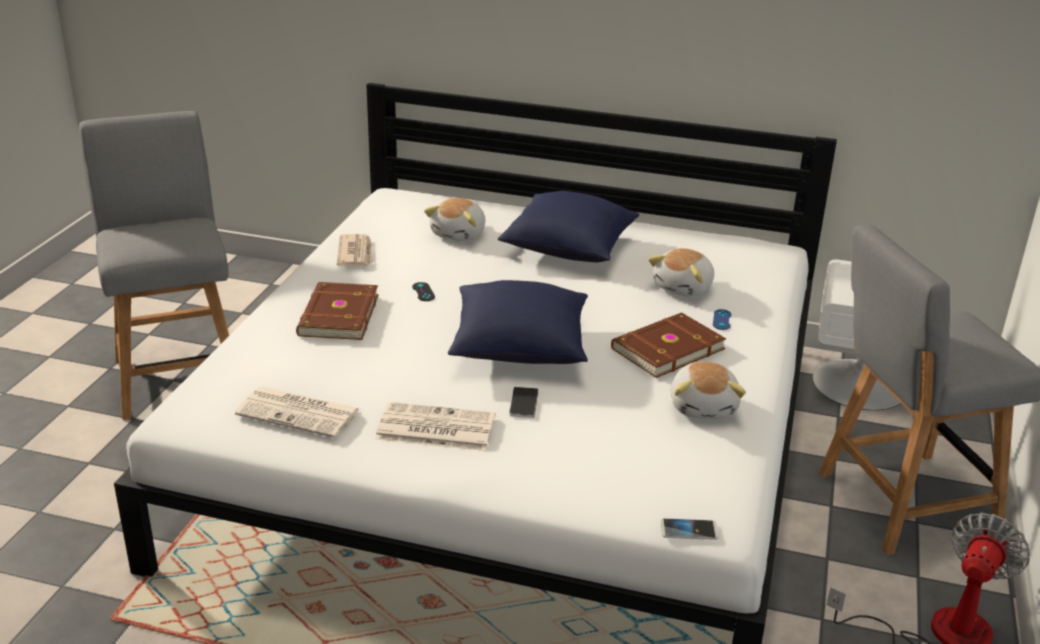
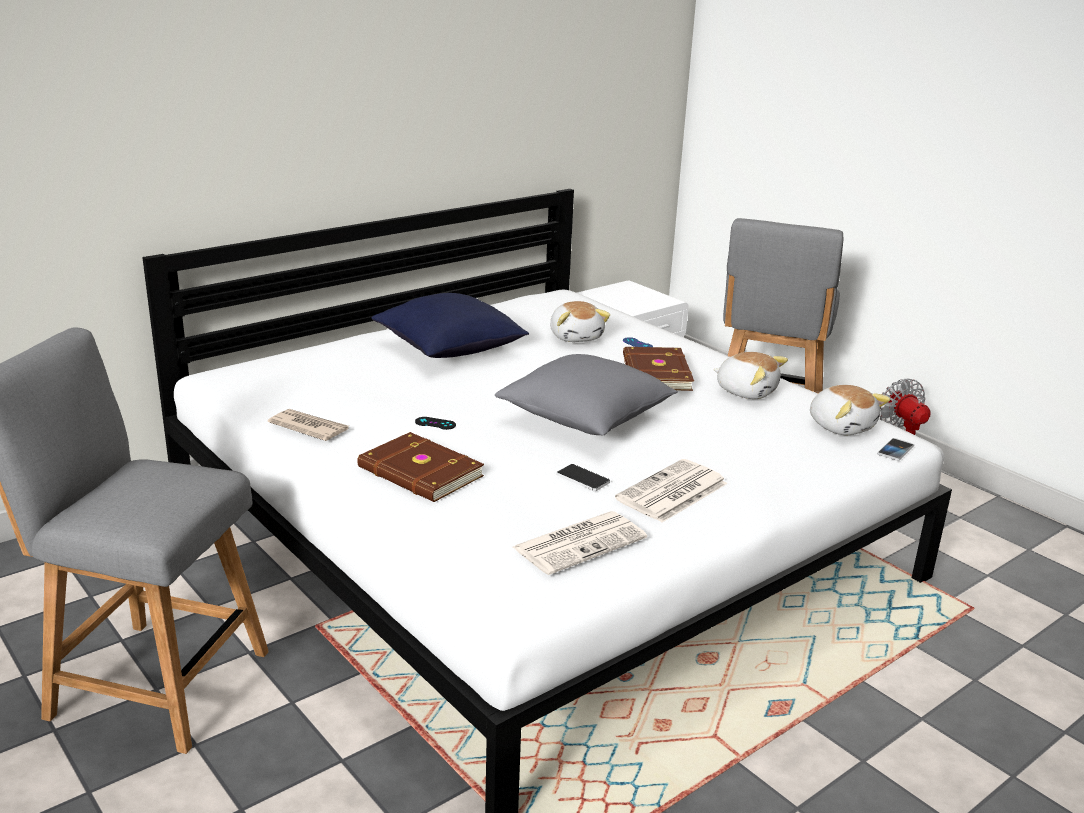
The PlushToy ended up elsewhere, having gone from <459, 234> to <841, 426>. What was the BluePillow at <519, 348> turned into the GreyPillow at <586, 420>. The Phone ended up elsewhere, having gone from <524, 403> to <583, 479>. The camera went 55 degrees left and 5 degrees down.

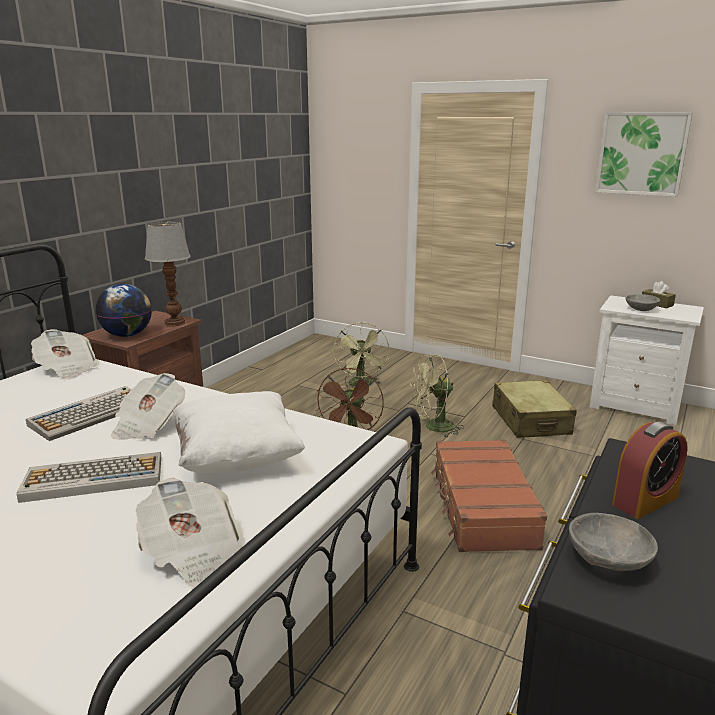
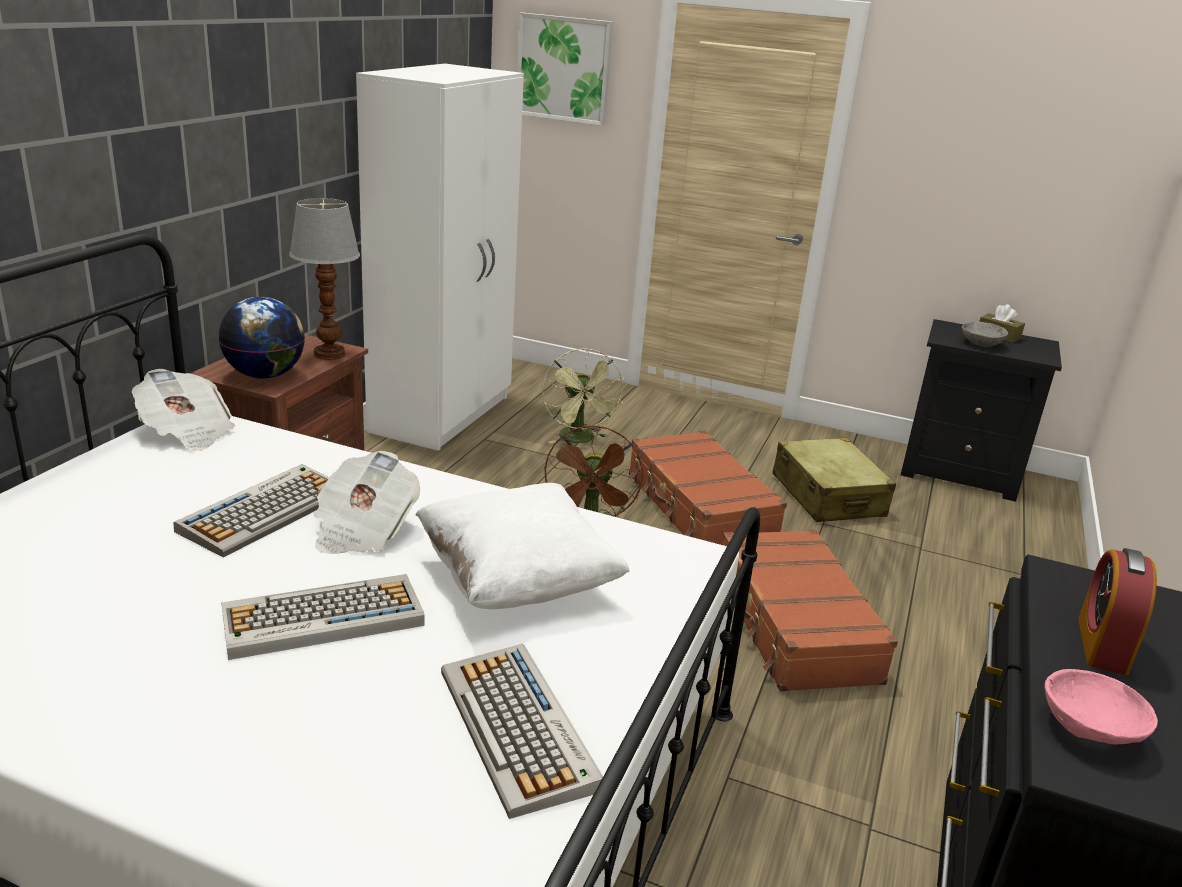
The Picture ended up elsewhere, having gone from <641, 153> to <564, 69>. What was the WhiteNightstand at <636, 406> turned into the BlackNightstand at <960, 473>. Where the GreenFan stood at <433, 428>, the BrownSuitcase came to stand at <699, 507>. The AlarmClock at <645, 501> ended up facing another way, 150 degrees clockwise from before. Where the Newspaper stood at <192, 553>, the Keyboard came to stand at <519, 729>. What was the GreyBowl at <609, 562> turned into the PinkBowl at <1091, 731>. The second view gained the WhiteWardrobe at <443, 414>. The camera went 10 degrees left and 5 degrees up.

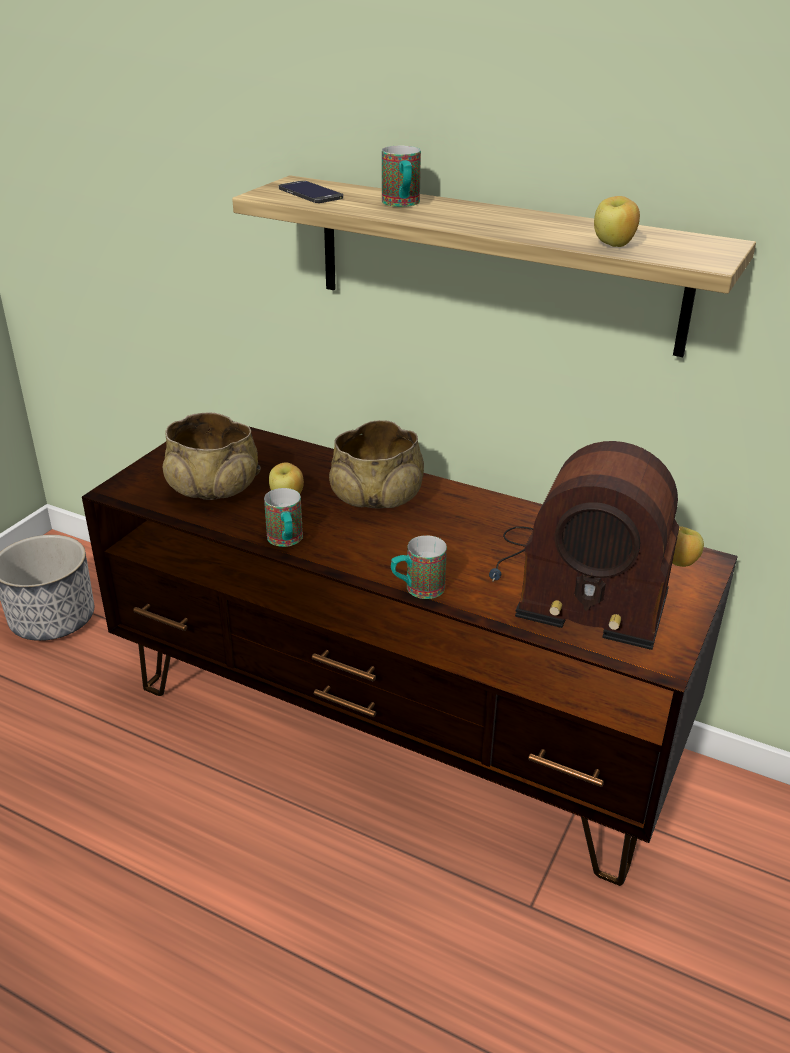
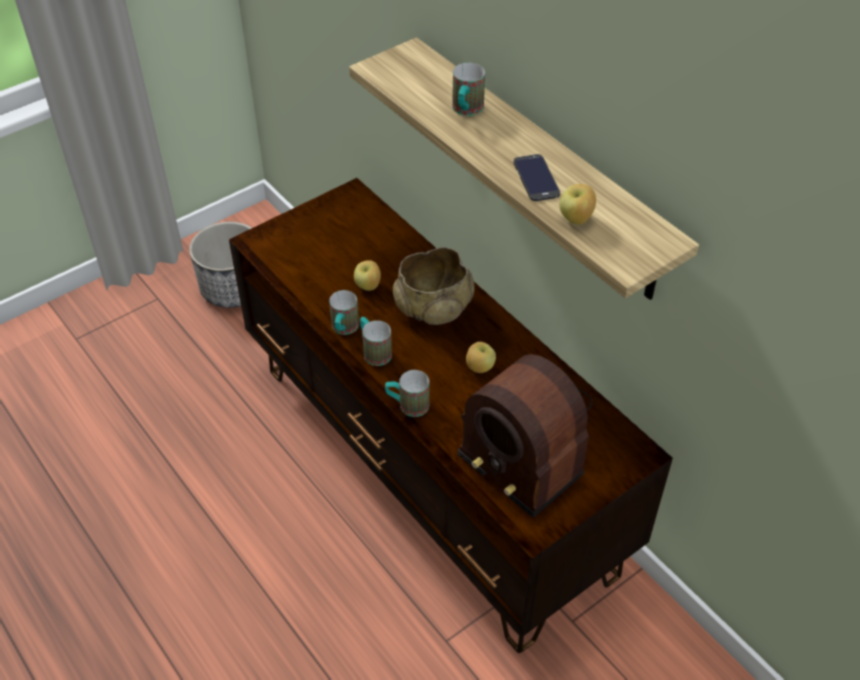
The Phone ended up elsewhere, having gone from <310, 193> to <536, 178>. The second view lost the BeigeBowl at <213, 488>. The Apple ended up elsewhere, having gone from <679, 563> to <479, 368>. The second view gained the Mug at <374, 351>. The camera went 25 degrees right and 15 degrees up.

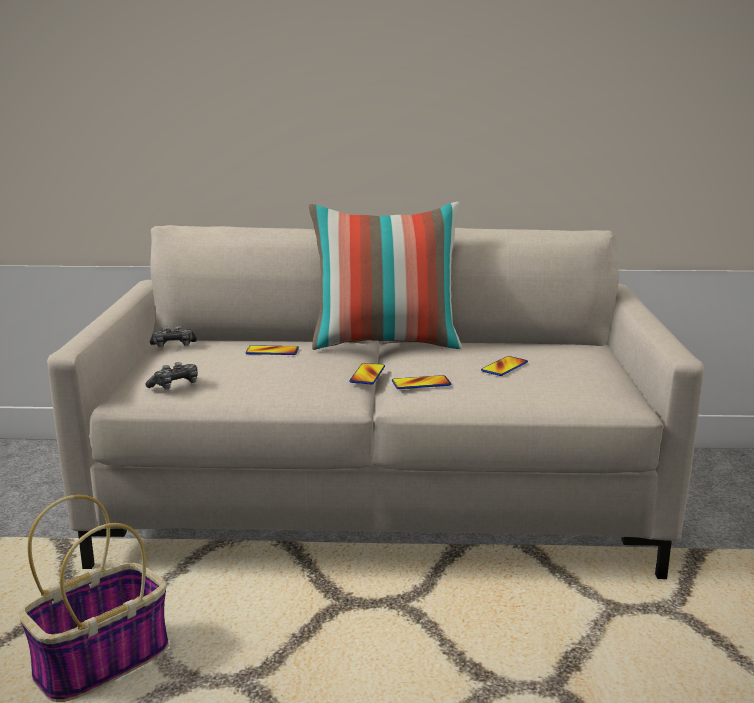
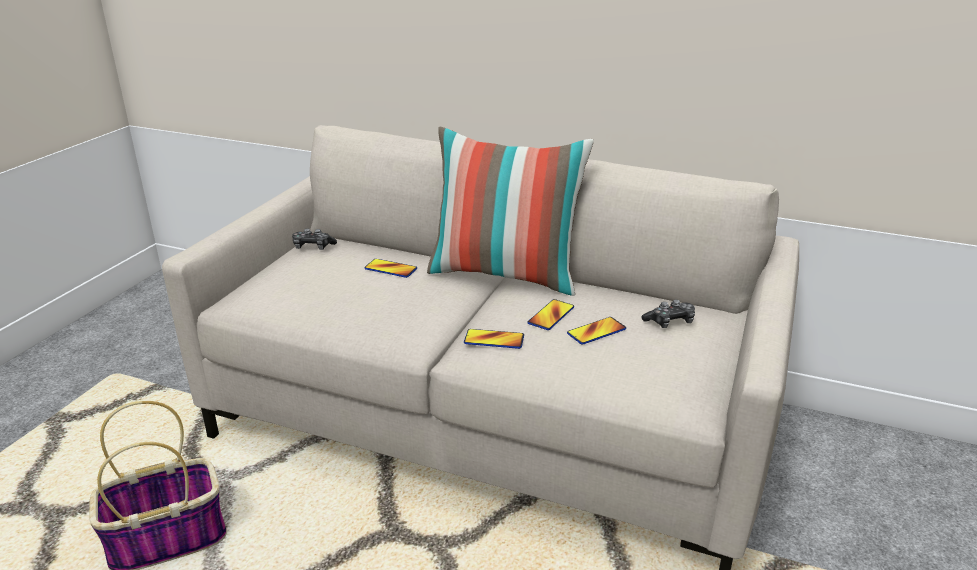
The GameController ended up elsewhere, having gone from <175, 385> to <670, 322>. The Phone ended up elsewhere, having gone from <367, 375> to <551, 316>. The camera went 20 degrees right and 10 degrees up.

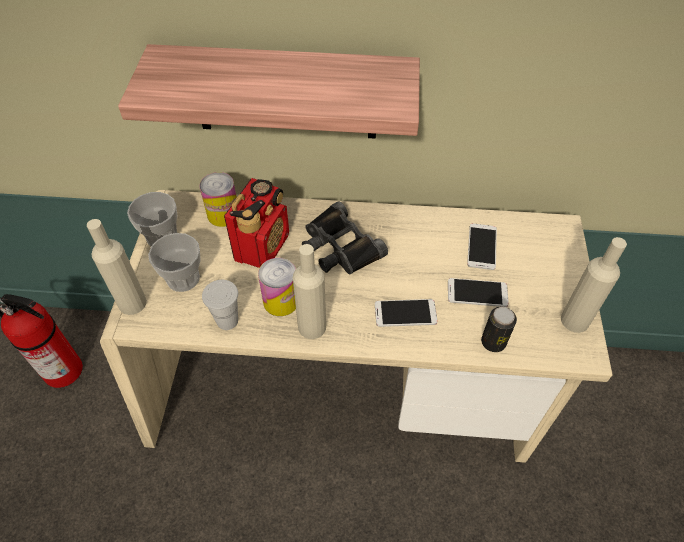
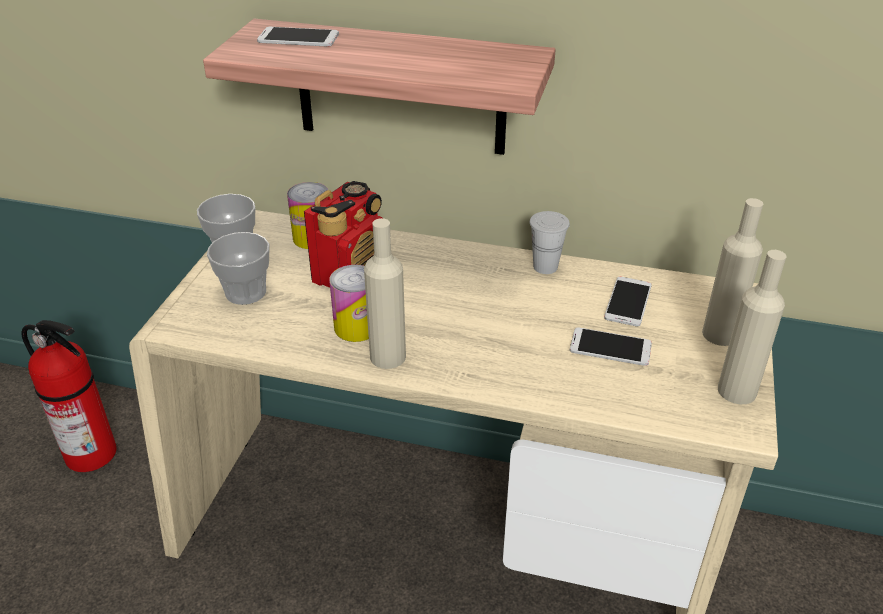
The second view lost the BlackBinoculars at <339, 247>. The BeigeBottle ended up elsewhere, having gone from <132, 303> to <720, 334>. The WhiteCup ended up elsewhere, having gone from <227, 321> to <545, 267>. The Phone ended up elsewhere, having gone from <405, 313> to <298, 38>. The second view lost the Can at <493, 342>. The camera went 10 degrees right and 15 degrees down.

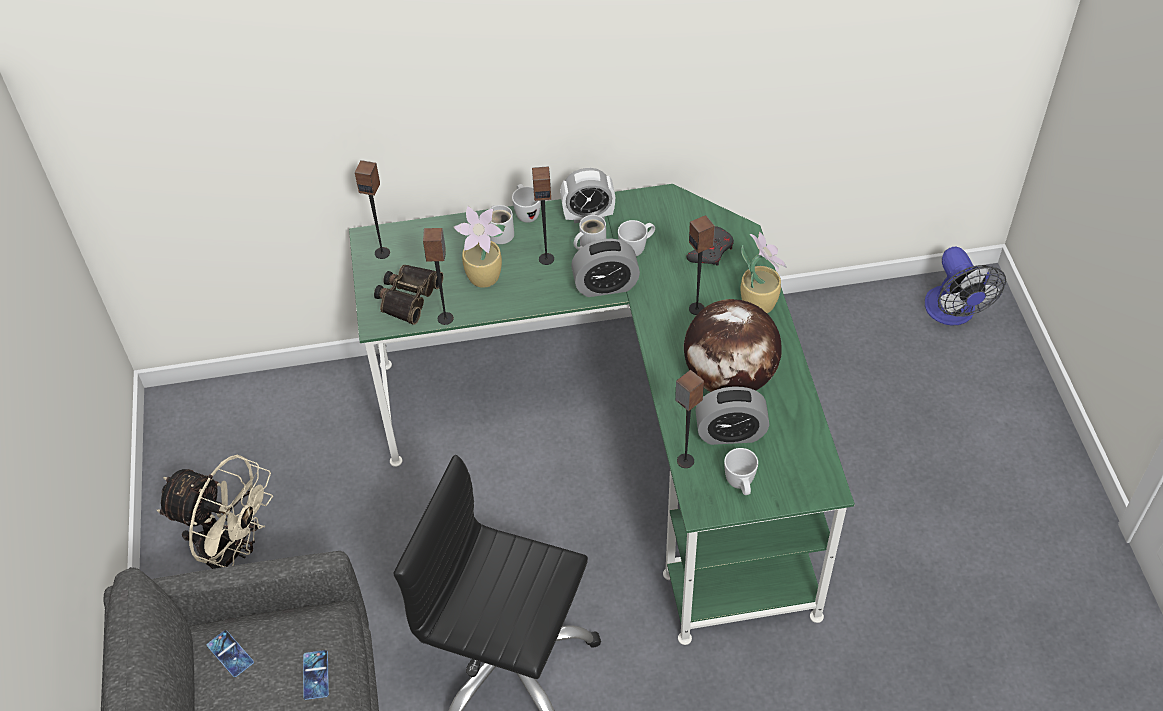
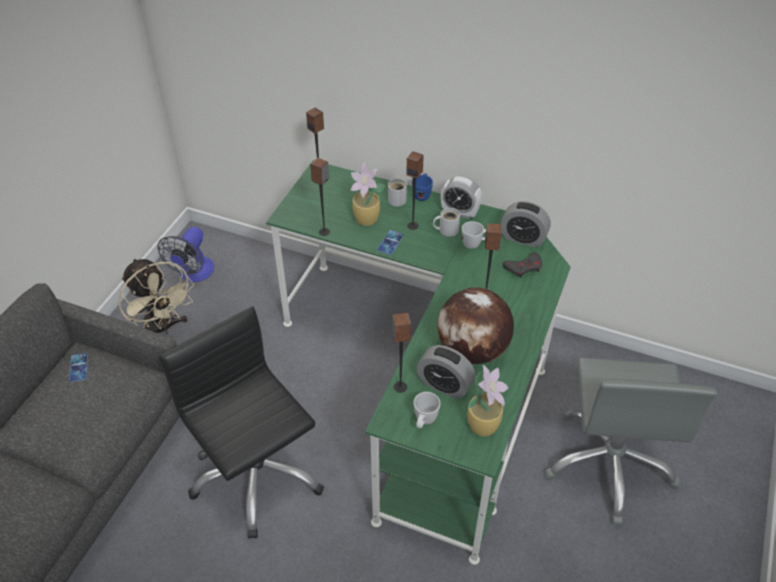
What was the WhiteMug at <526, 213> turned into the BlueMug at <422, 195>. The PottedPlant ended up elsewhere, having gone from <758, 303> to <484, 425>. The AlarmClock ended up elsewhere, having gone from <605, 286> to <523, 238>. The Fan ended up elsewhere, having gone from <953, 313> to <193, 274>. The second view lost the Binoculars at <407, 296>. The Phone ended up elsewhere, having gone from <316, 675> to <390, 242>. The second view gained the GreyOfficeChair at <610, 464>. The camera went 30 degrees right and 5 degrees down.

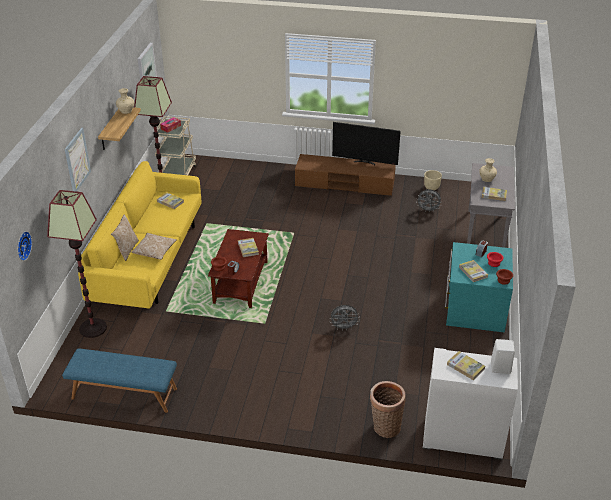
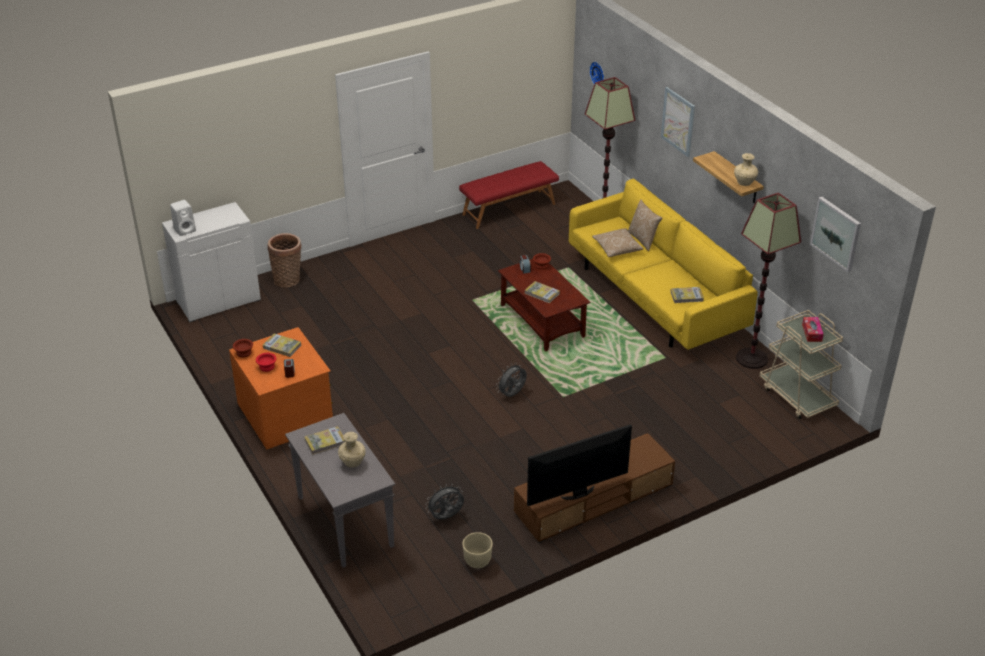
What was the TurquoiseDresser at <474, 308> turned into the OrangeDresser at <286, 414>. The GreyFan ended up elsewhere, having gone from <344, 327> to <512, 395>. What was the BlueBench at <124, 394> turned into the RedBench at <508, 209>. The second view lost the Book at <465, 366>. The camera went 140 degrees right and 0 degrees up.

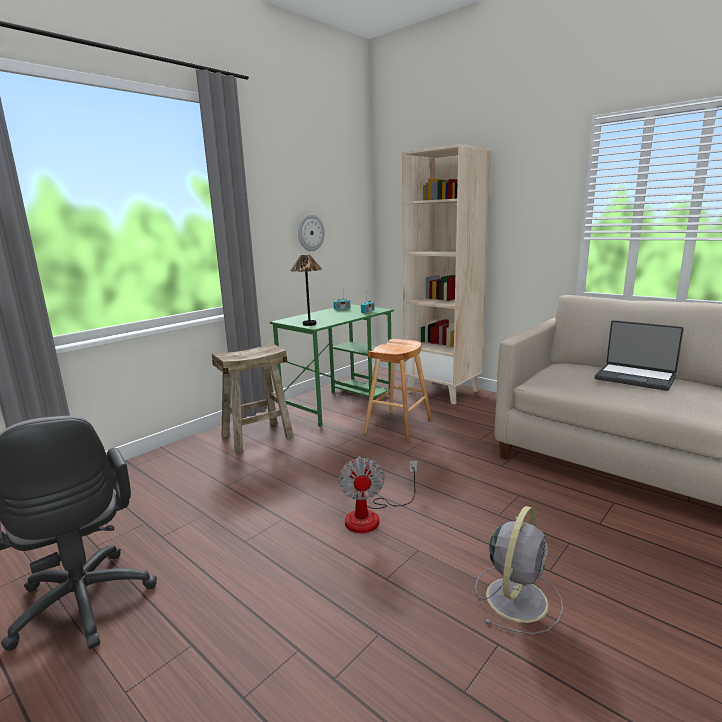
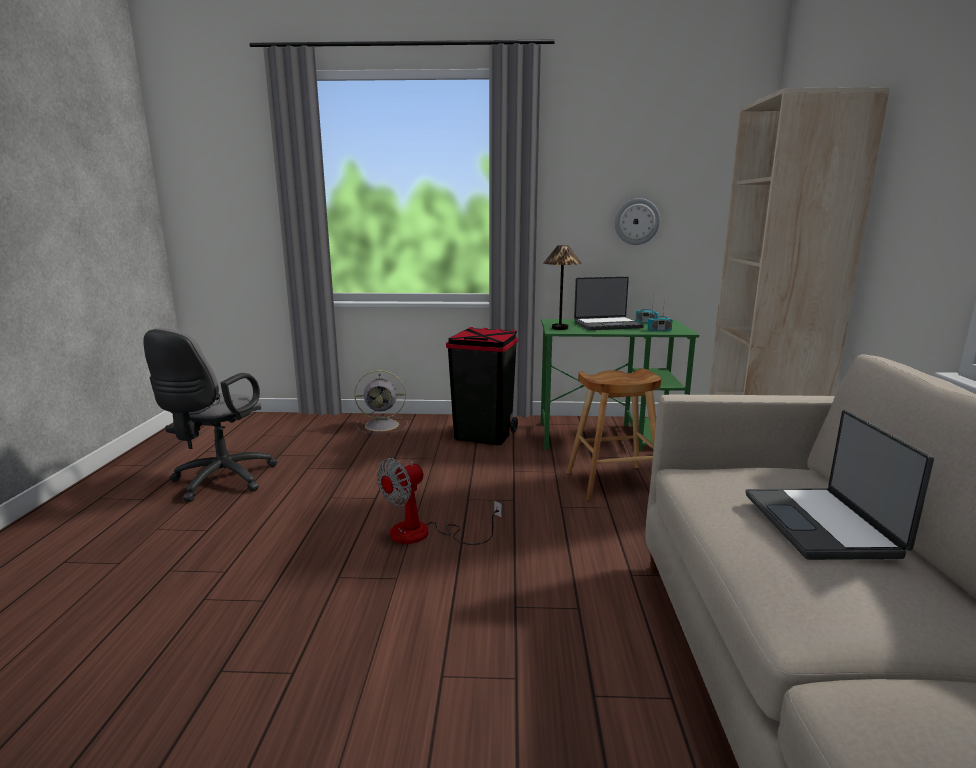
Where the BeigeStool stood at <257, 437>, the BlackTrashCan came to stand at <483, 435>. The GreyFan ended up elsewhere, having gone from <517, 597> to <383, 425>. The second view gained the Laptop at <607, 325>. The camera went 50 degrees right and 0 degrees up.

